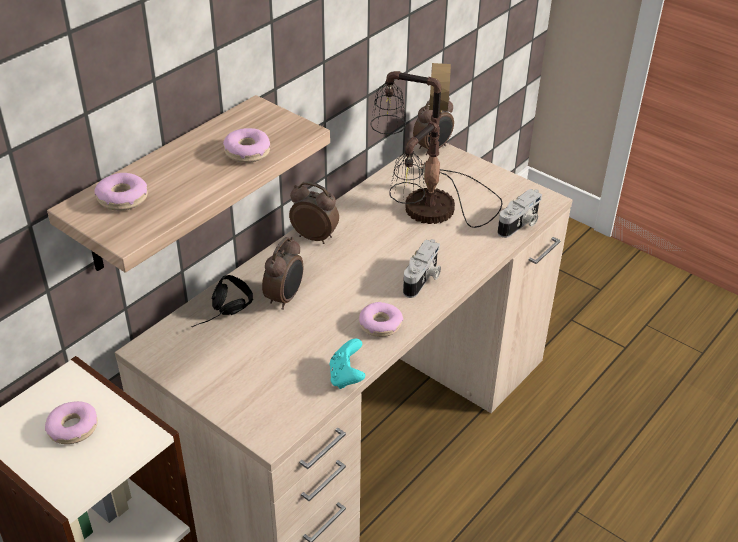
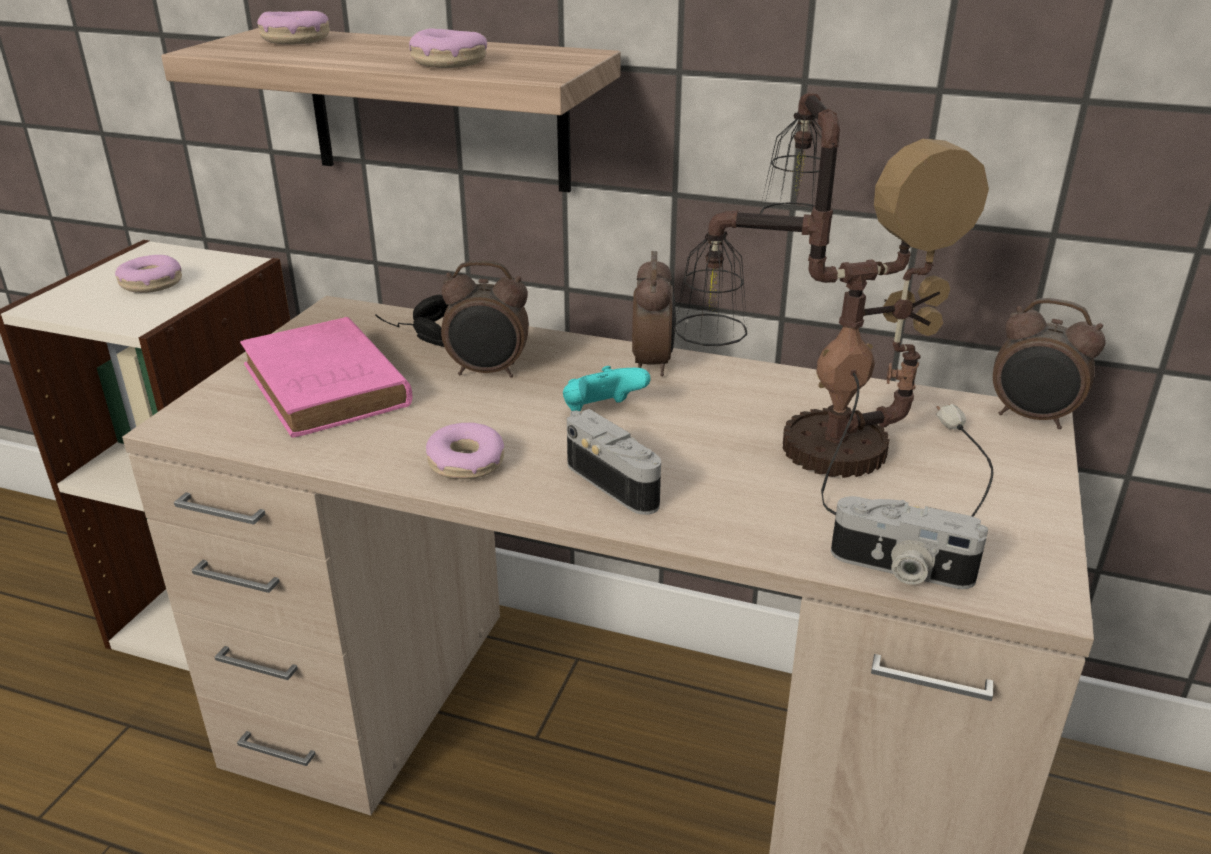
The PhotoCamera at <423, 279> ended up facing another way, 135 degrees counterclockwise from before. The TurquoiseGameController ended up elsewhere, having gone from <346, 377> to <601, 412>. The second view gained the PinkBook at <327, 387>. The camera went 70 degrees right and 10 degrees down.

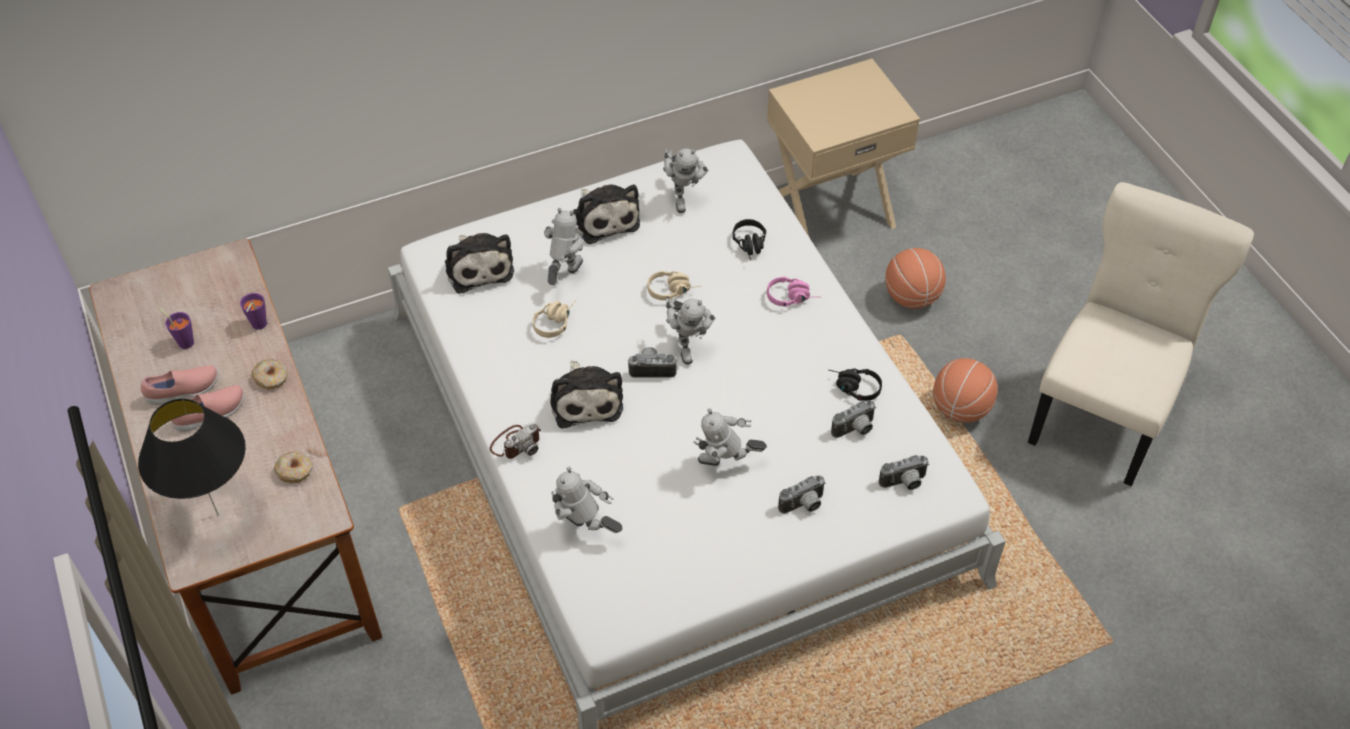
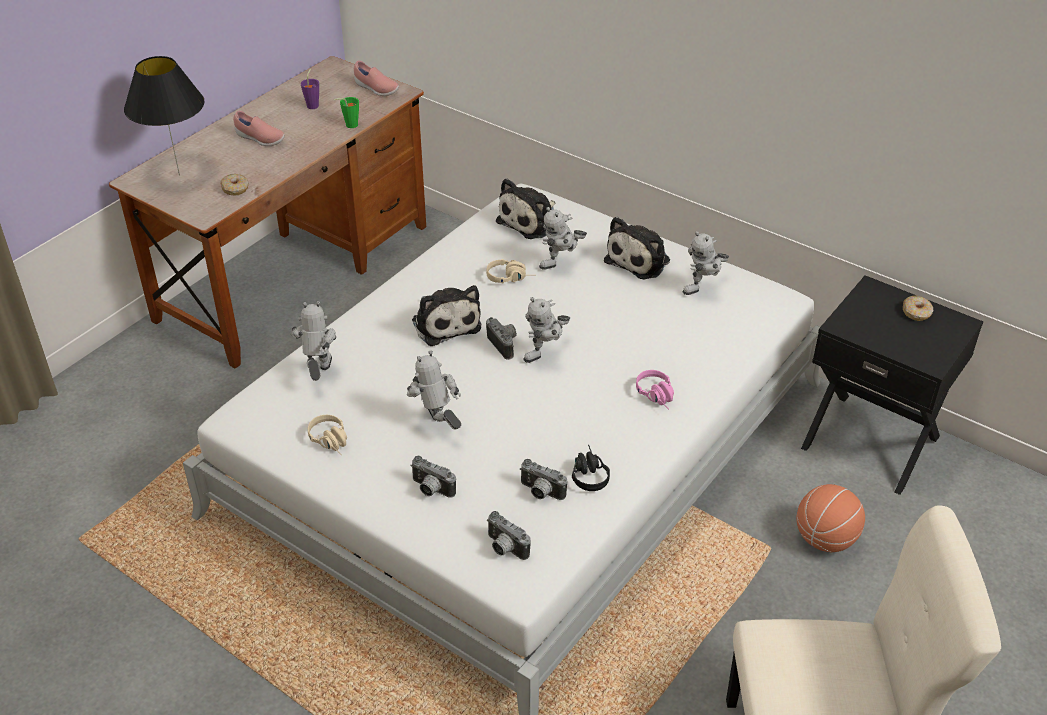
What was the BeigeNightstand at <830, 210> turned into the BlackNightstand at <871, 441>. The ToyRobot at <564, 275> ended up facing another way, 150 degrees clockwise from before. The second view lost the BlackHeadphones at <751, 246>. The BeigeHeadphones ended up elsewhere, having gone from <674, 290> to <332, 442>. What was the PurpleCup at <258, 326> turned into the GreenCup at <349, 125>. The second view lost the Basketball at <960, 408>. The Donut ended up elsewhere, having gone from <271, 378> to <916, 313>. The PlushToy at <586, 399> ended up facing another way, 75 degrees counterclockwise from before. The PinkShoe ended up elsewhere, having gone from <184, 391> to <376, 89>. The second view lost the PhotoCamera at <516, 443>. The camera went 60 degrees right and 10 degrees down.

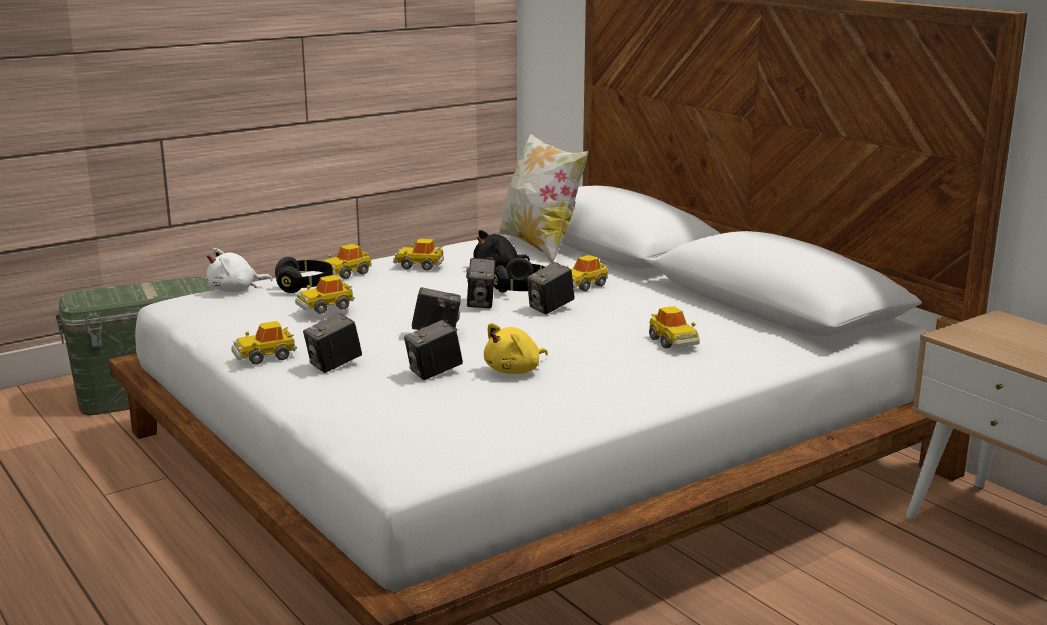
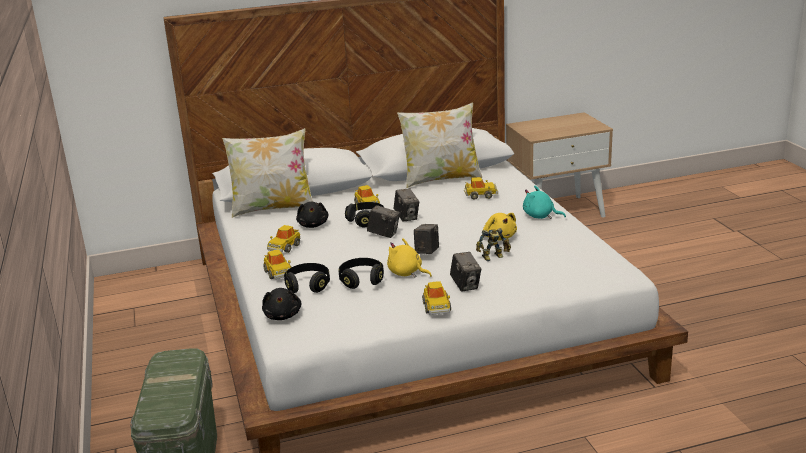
What was the WhitePlushToy at <235, 290> turned into the BlackPlushToy at <283, 315>. Where the ToyCar stood at <325, 307>, the BlackHeadphones came to stand at <361, 280>. Where the PhotoCamera stood at <434, 373>, the ToyRobot came to stand at <494, 257>. The second view gained the Pillow at <441, 179>. The second view gained the TurquoisePlushToy at <540, 216>. The second view gained the YellowPlushToy at <407, 273>. The camera went 70 degrees left and 5 degrees up.

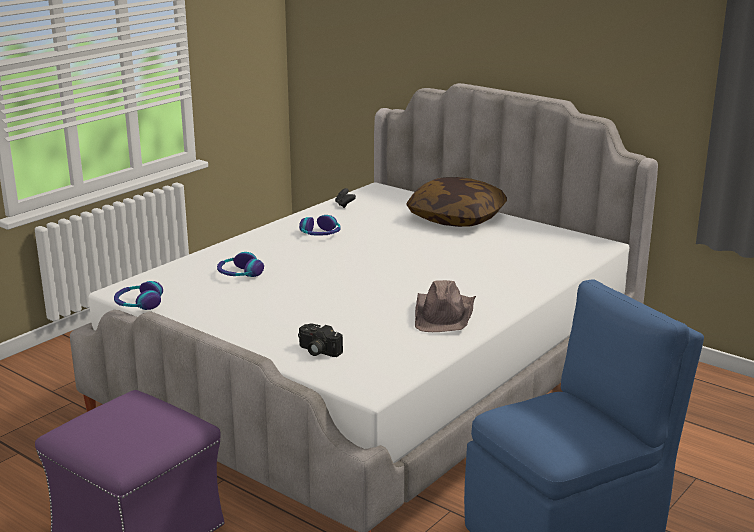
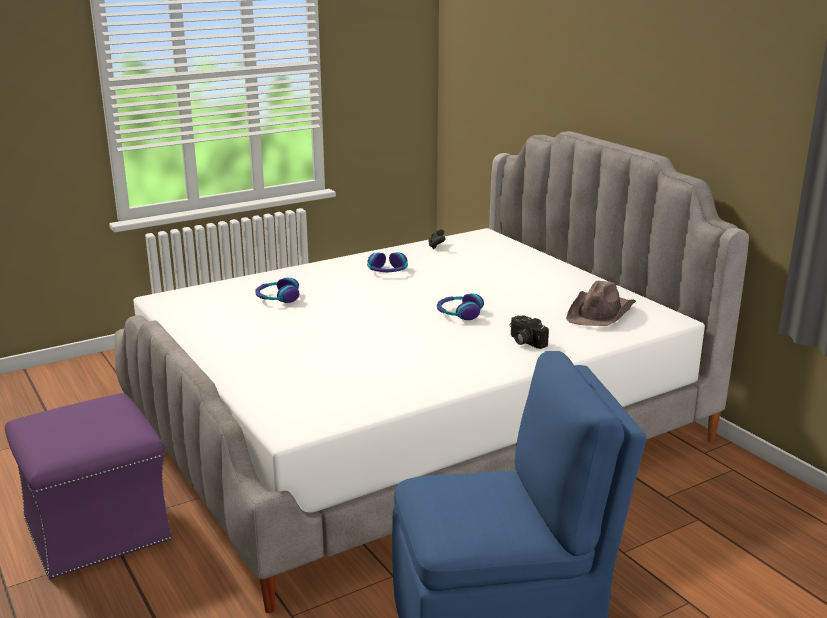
The second view lost the Pillow at <456, 218>. The BrownHat ended up elsewhere, having gone from <444, 315> to <601, 313>. The Headphones ended up elsewhere, having gone from <139, 304> to <459, 313>. The PhotoCamera ended up elsewhere, having gone from <317, 351> to <525, 341>. The camera went 20 degrees right and 0 degrees up.

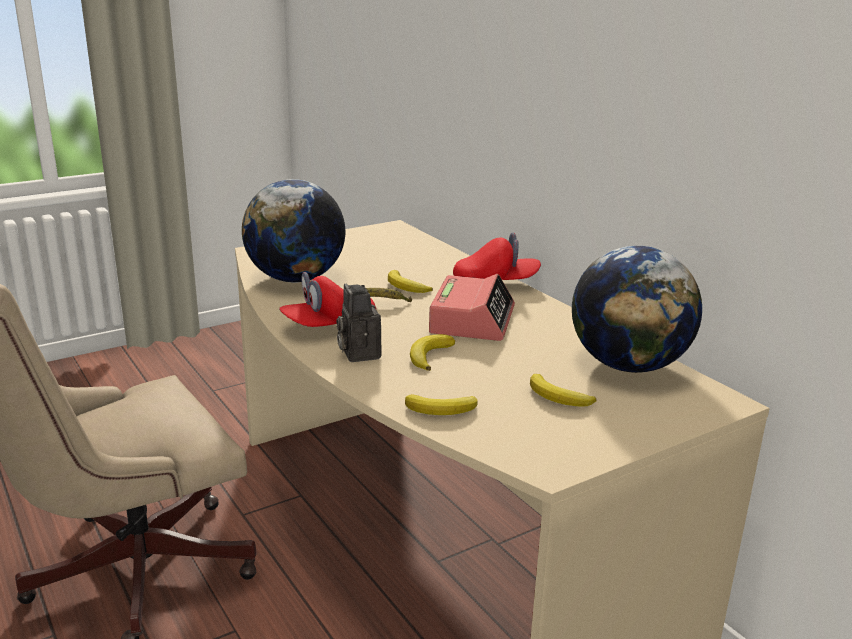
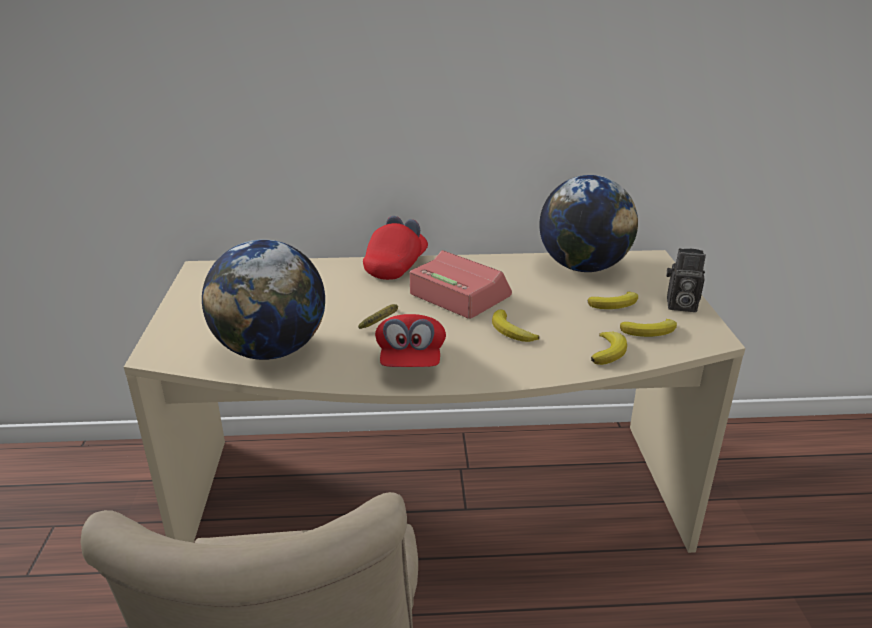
The Banana ended up elsewhere, having gone from <406, 287> to <650, 331>. The PhotoCamera ended up elsewhere, having gone from <358, 353> to <679, 305>. The camera went 60 degrees left and 5 degrees up.

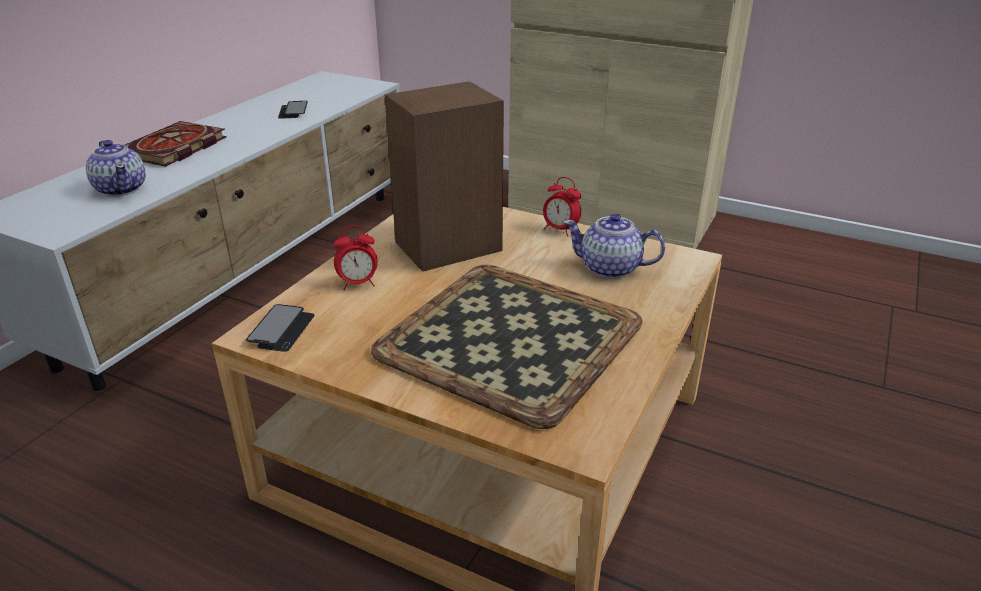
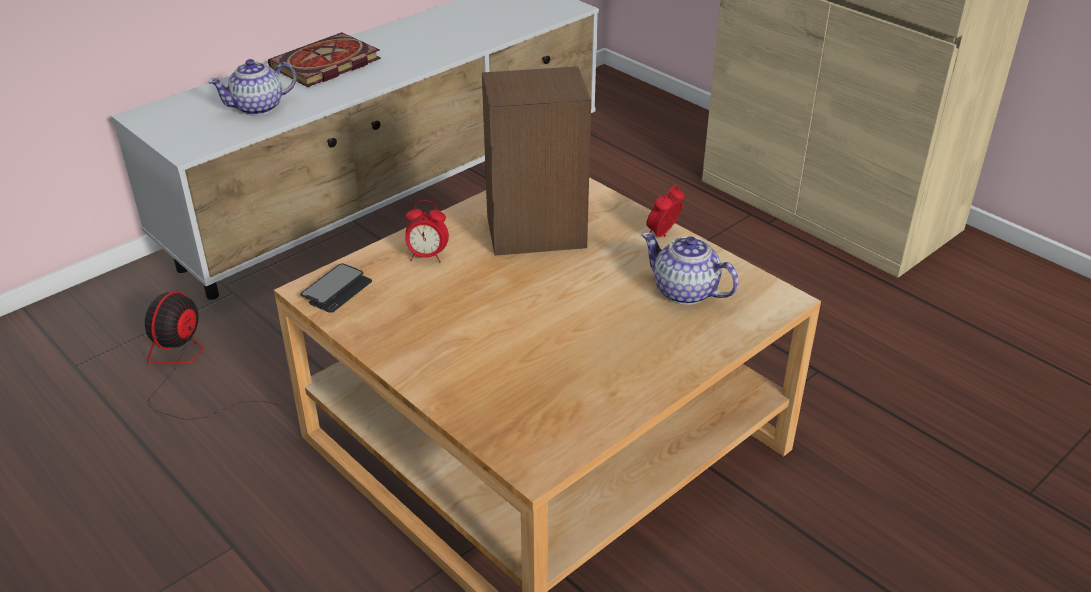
The second view lost the Phone at <293, 111>. The Teapot at <121, 189> ended up facing another way, 75 degrees clockwise from before. The AlarmClock at <560, 230> ended up facing another way, 75 degrees clockwise from before. The second view lost the Tray at <507, 339>. The second view gained the Fan at <187, 370>. The camera went 20 degrees right and 5 degrees up.

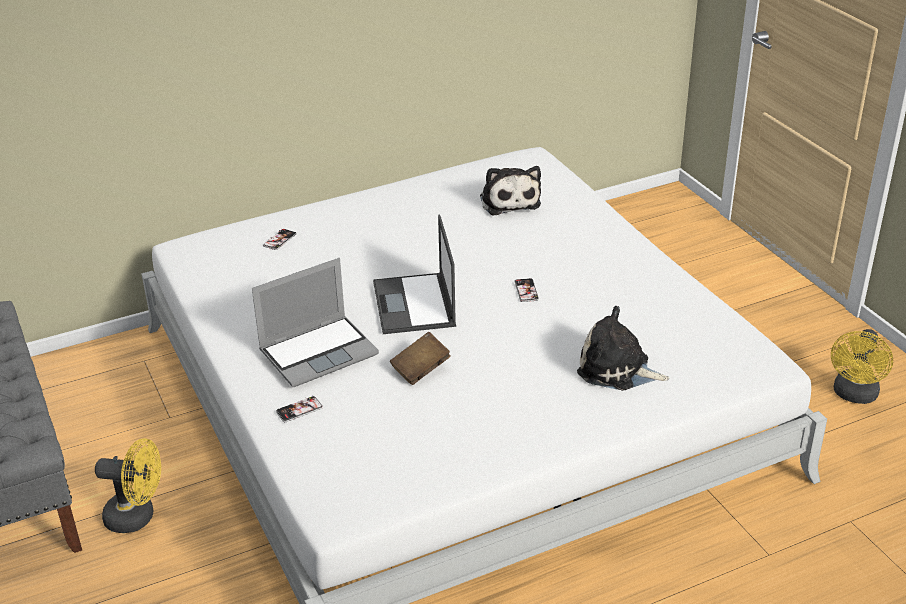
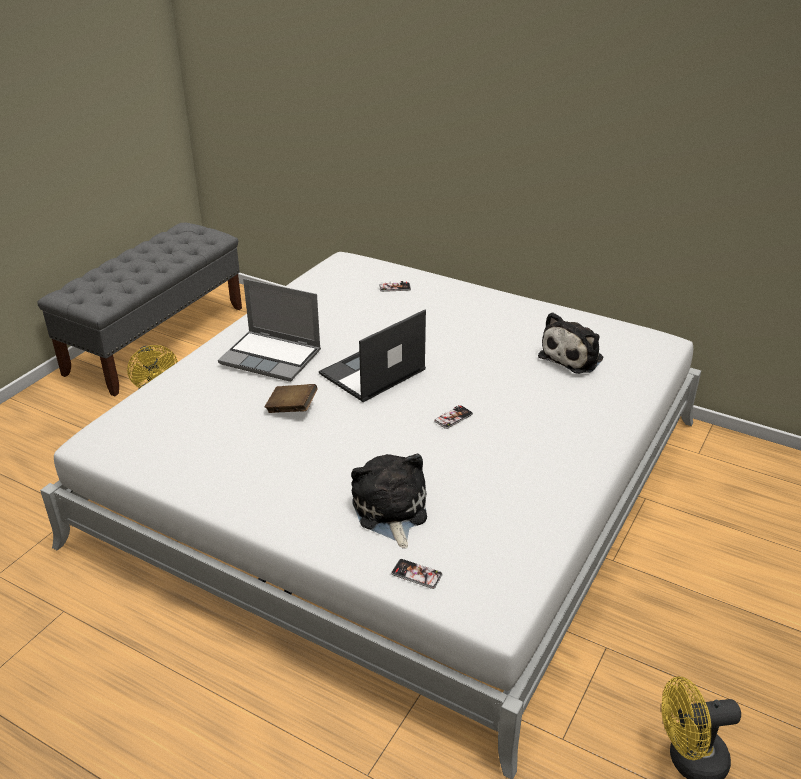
The Phone ended up elsewhere, having gone from <299, 410> to <416, 574>. The camera went 55 degrees right and 0 degrees up.

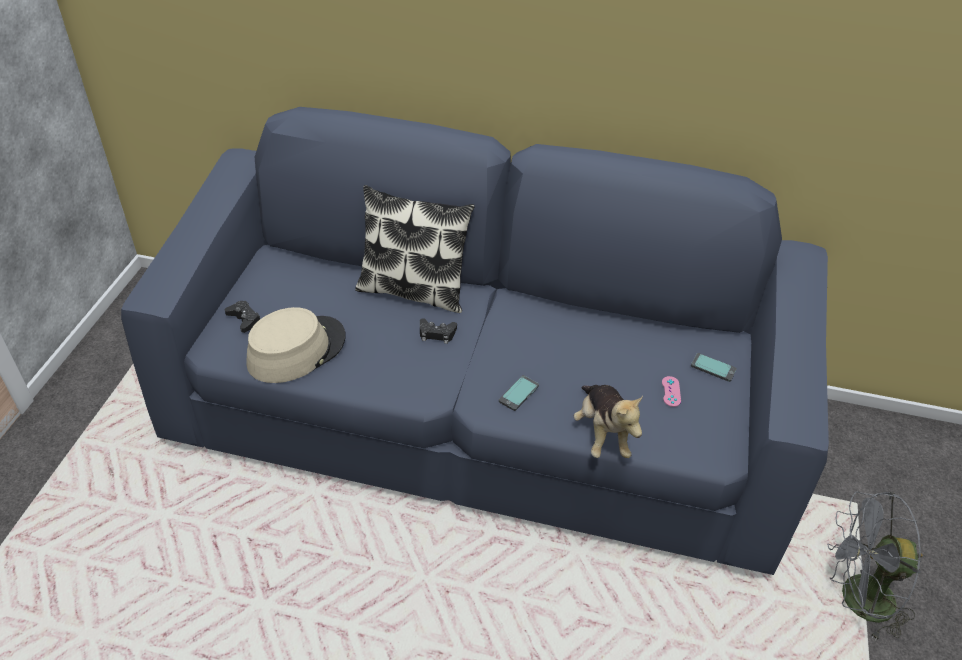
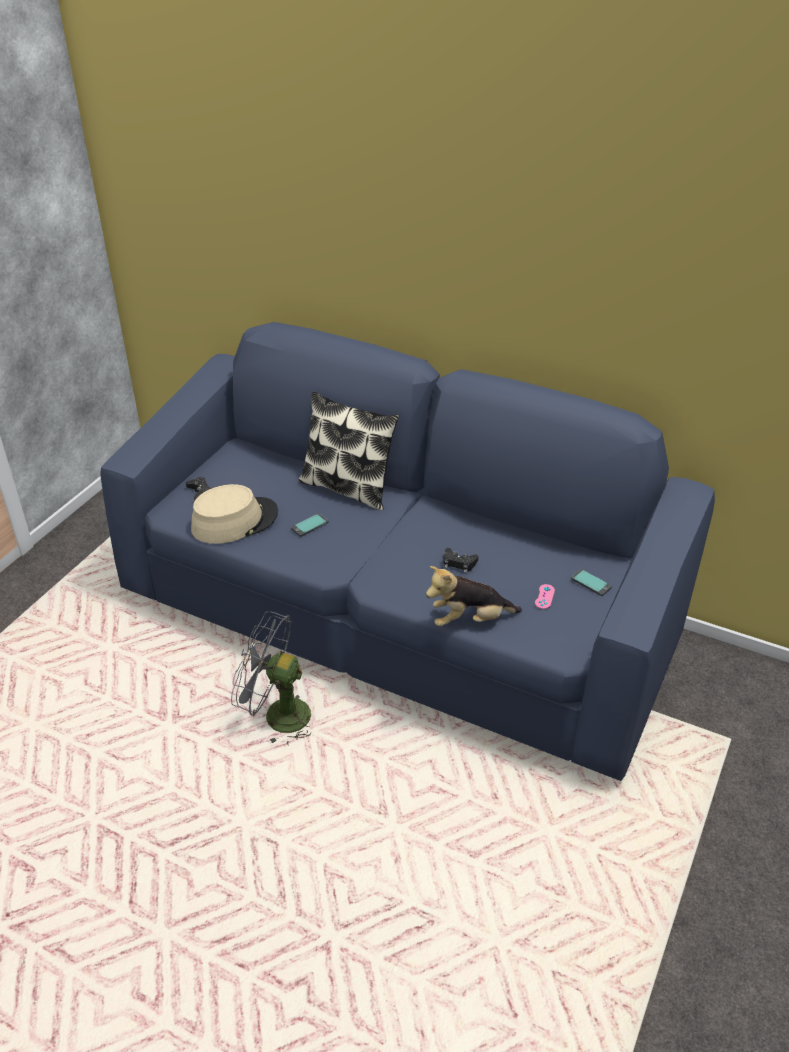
The BlackGameController ended up elsewhere, having gone from <436, 334> to <459, 563>. The Phone ended up elsewhere, having gone from <519, 393> to <310, 525>. The PlushToy at <602, 433> ended up facing another way, 75 degrees clockwise from before. The GreyFan ended up elsewhere, having gone from <855, 600> to <277, 715>. The camera went 15 degrees right and 5 degrees down.

